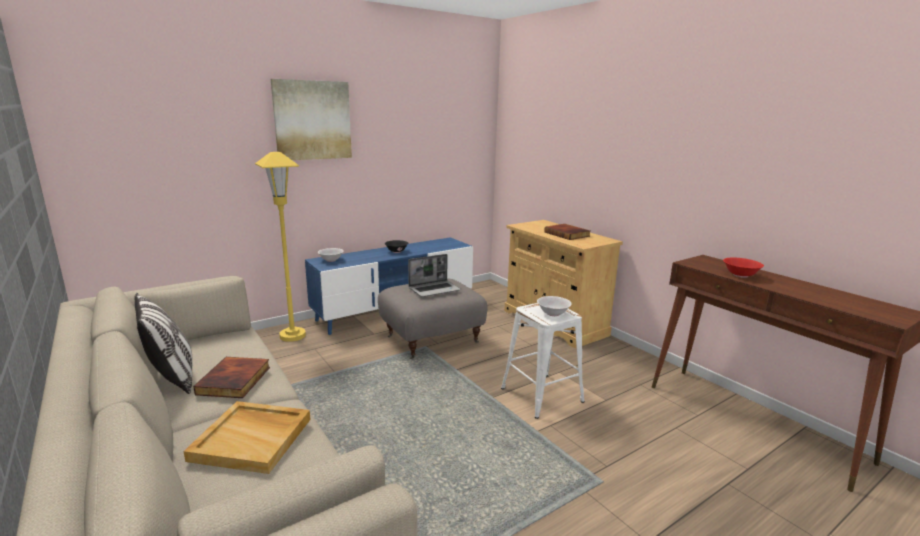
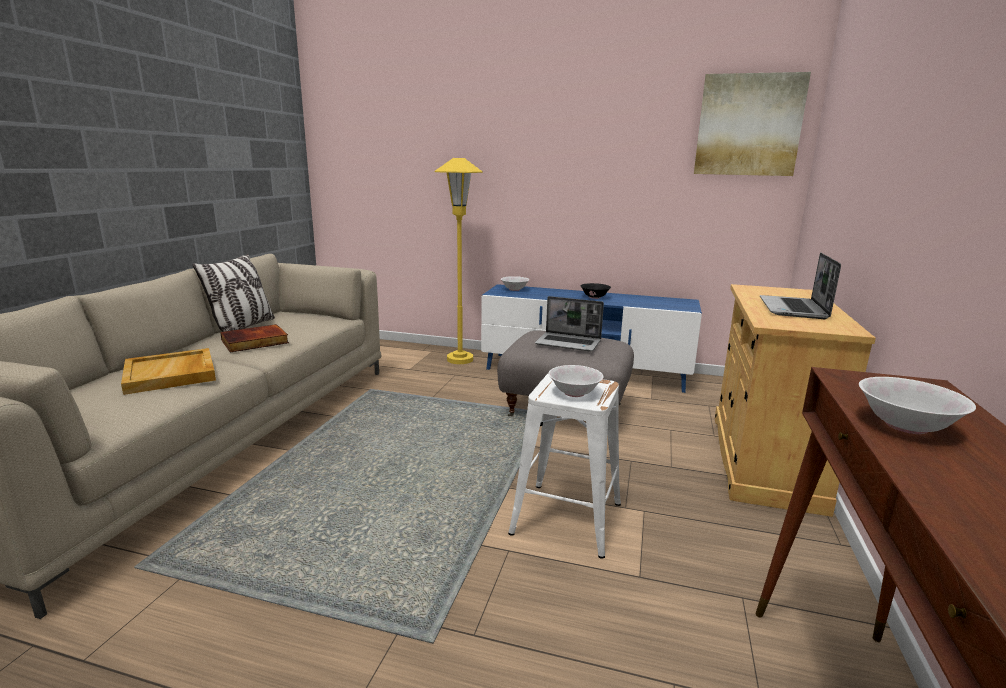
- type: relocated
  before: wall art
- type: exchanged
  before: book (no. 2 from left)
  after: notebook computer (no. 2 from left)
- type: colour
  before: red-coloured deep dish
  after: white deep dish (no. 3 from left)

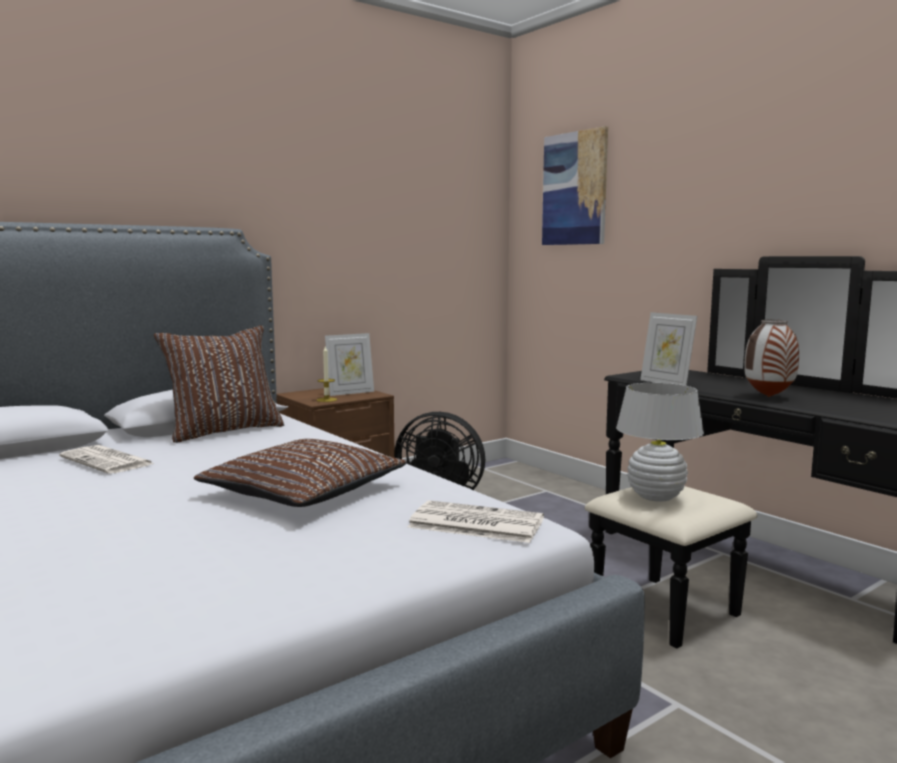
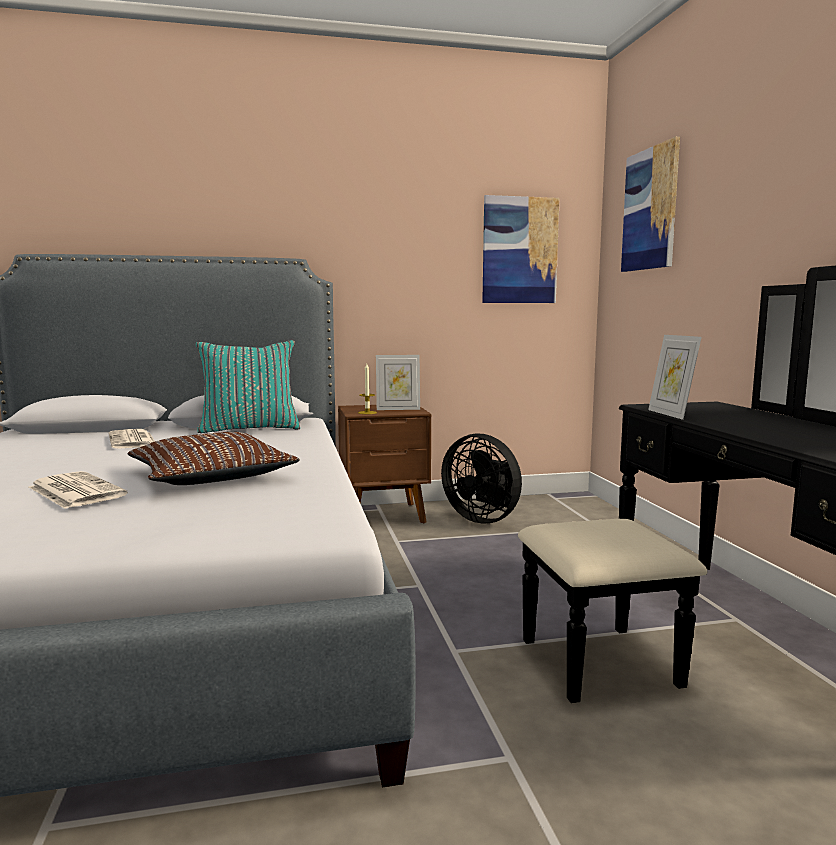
- type: colour
  before: brownish cushion (no. 1 from left)
  after: blue-green cushion
- type: relocated
  before: newspaper (no. 2 from left in the first image)
  after: newspaper (no. 1 from left)
- type: missing
  before: white tabletop lamp
- type: missing
  before: flower vase
- type: appeared
  after: wall art (no. 1 from left)

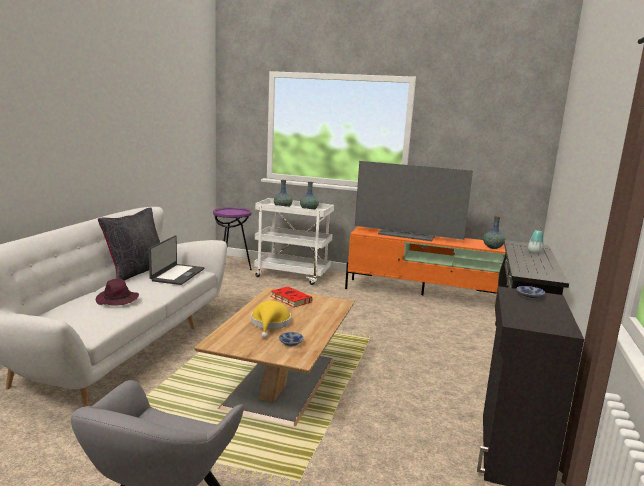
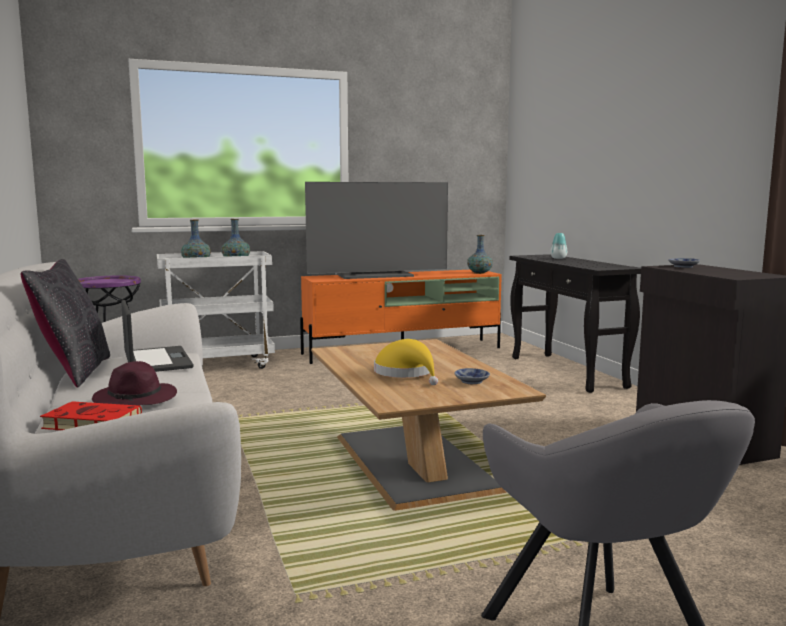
- type: relocated
  before: red-coloured book

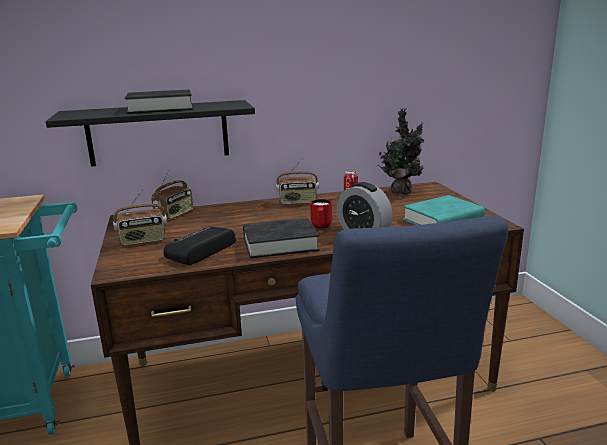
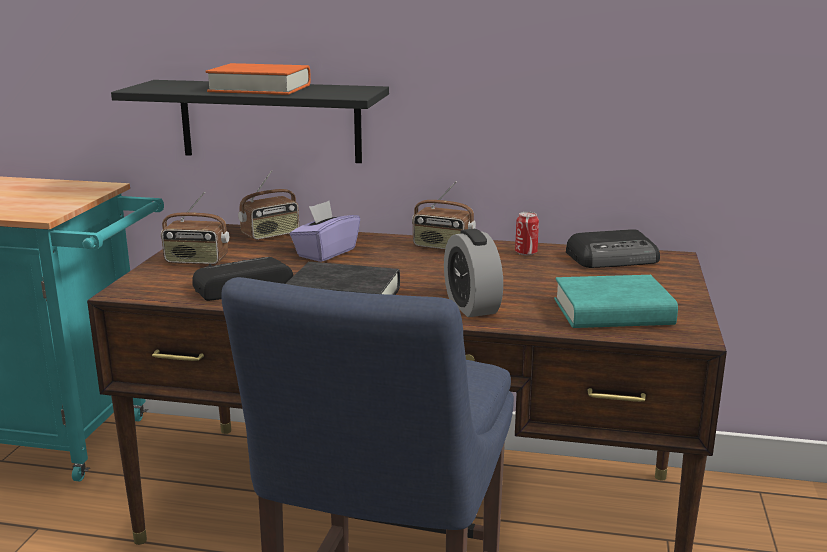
- type: colour
  before: black book (no. 1 from left)
  after: orangey book
- type: missing
  before: red-coloured coffee mug
- type: exchanged
  before: plant in a pot
  after: radio receiver (no. 5 from left)
- type: appeared
  after: purple box of tissues

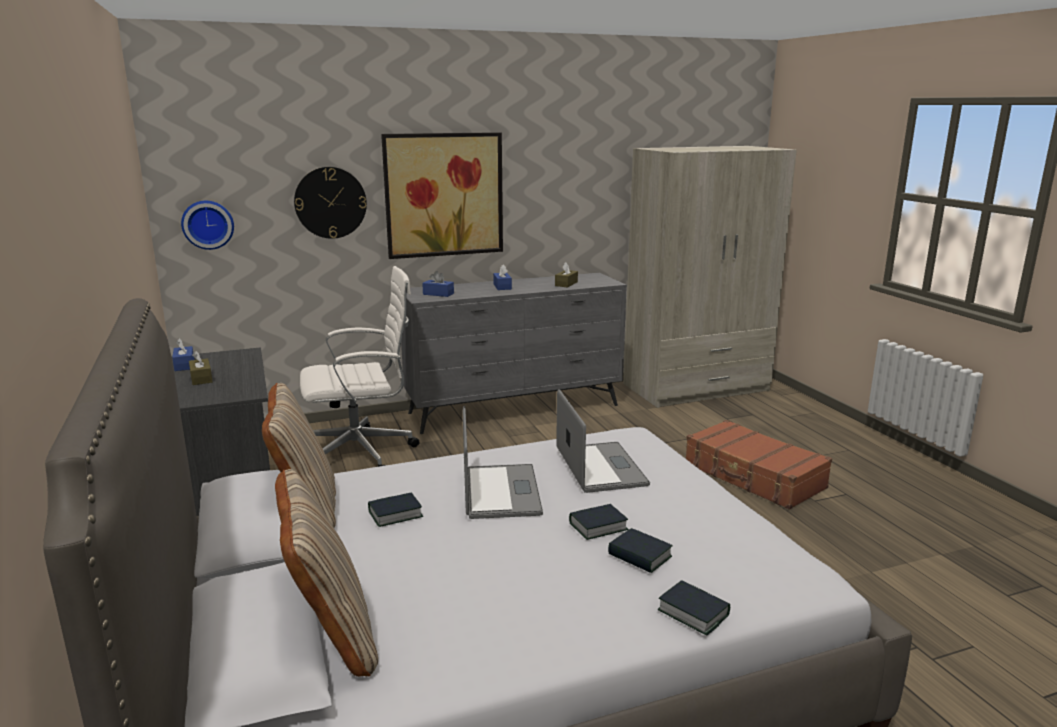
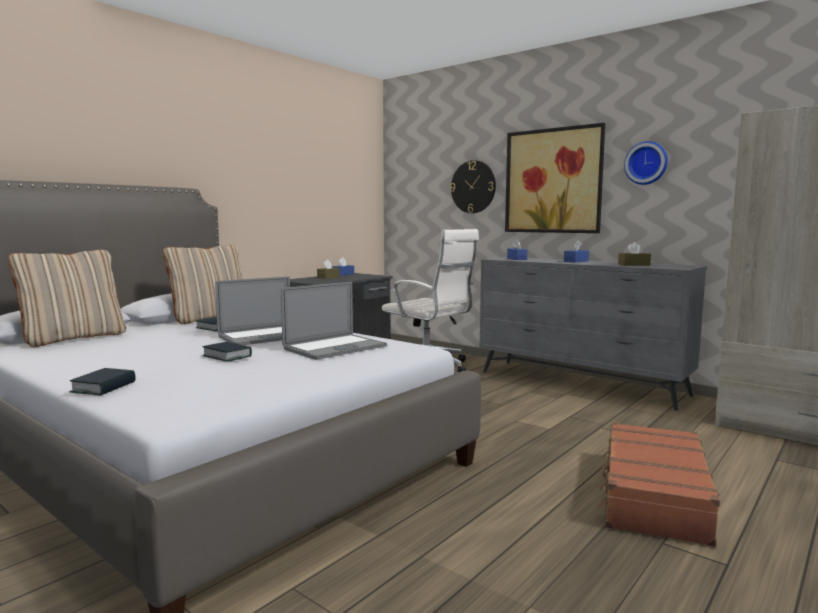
- type: relocated
  before: wall clock (no. 1 from left in the first image)
  after: wall clock (no. 2 from left)
- type: missing
  before: book (no. 3 from left)

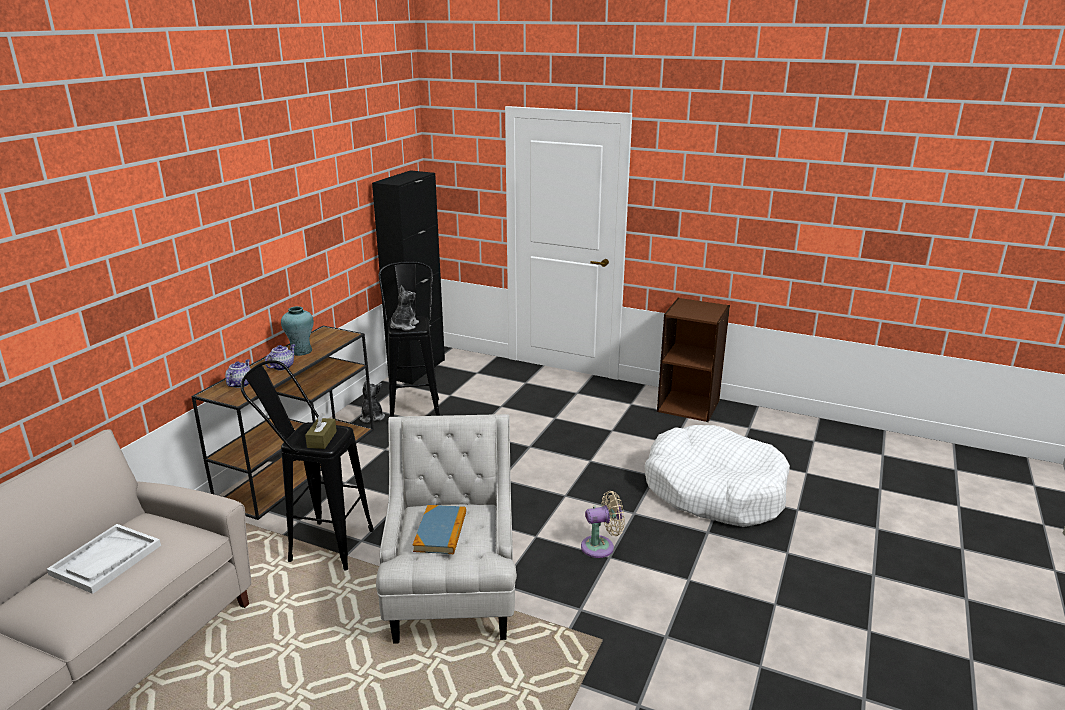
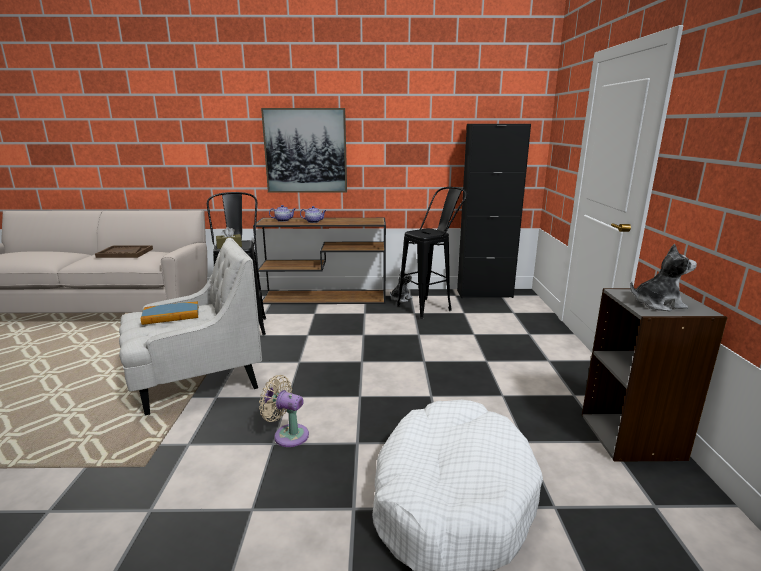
- type: colour
  before: white carrying tray
  after: brownish carrying tray
- type: missing
  before: blue-green flower vase
- type: relocated
  before: cuddly toy (no. 2 from left)
- type: spun
  before: sand-coloured fan
  turn: 150
- type: colour
  before: brownish bookshelf
  after: grey bookshelf
- type: appeared
  after: wall art

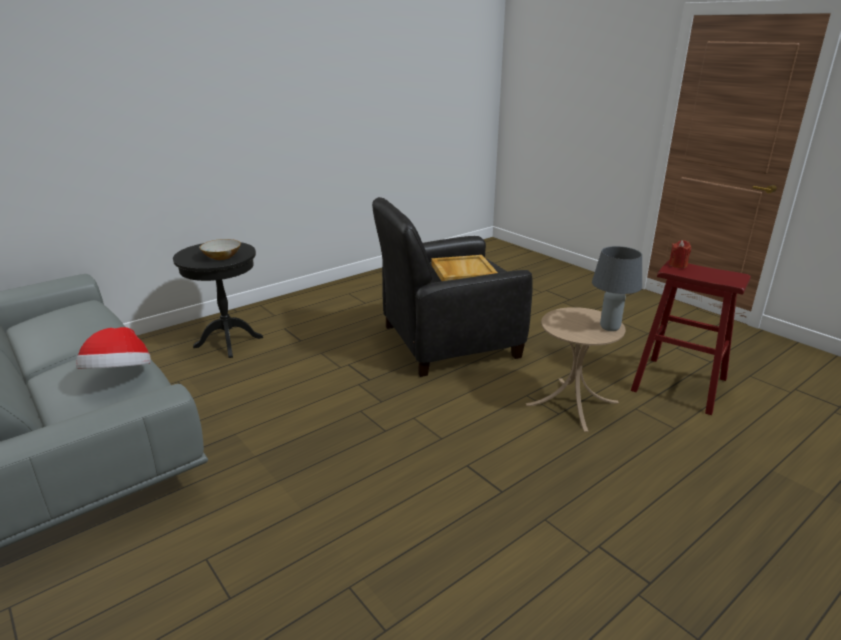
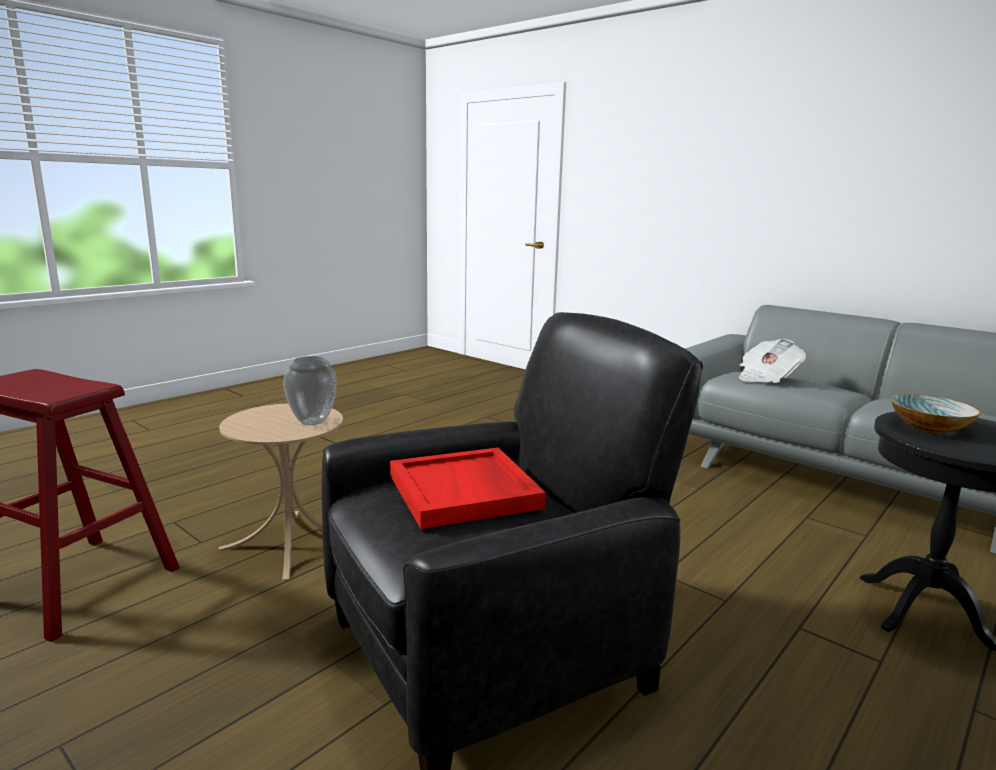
- type: exchanged
  before: clothing hat
  after: newspaper
- type: colour
  before: sand-coloured carrying tray
  after: red-coloured carrying tray
- type: missing
  before: grey tabletop lamp
- type: missing
  before: red-coloured candle
- type: appeared
  after: flower vase

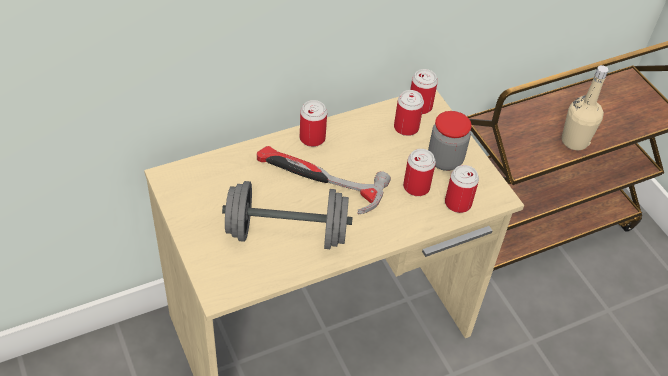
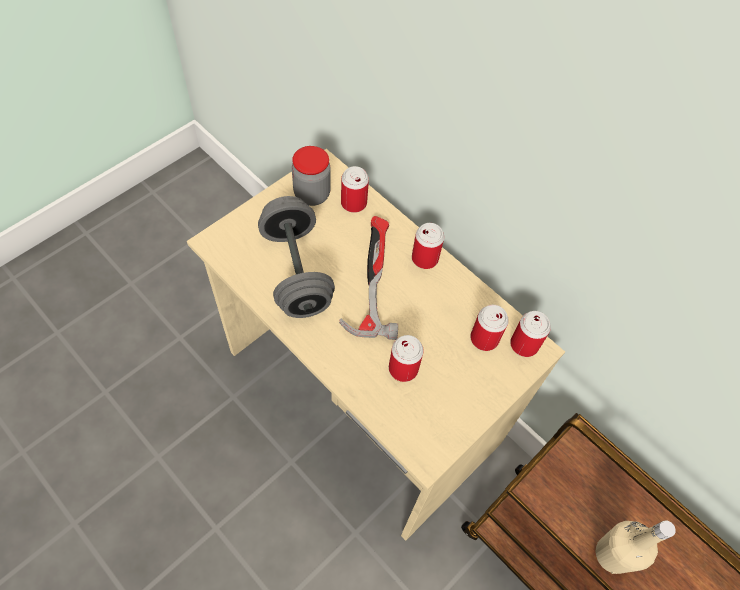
- type: relocated
  before: preserve jar
- type: relocated
  before: can (no. 5 from left in the first image)
  after: can (no. 1 from left)

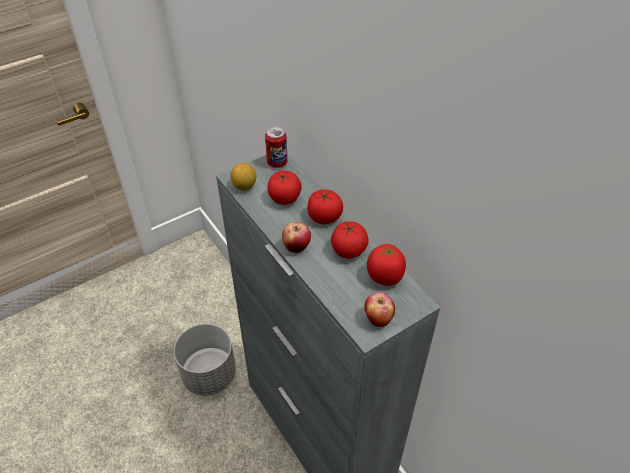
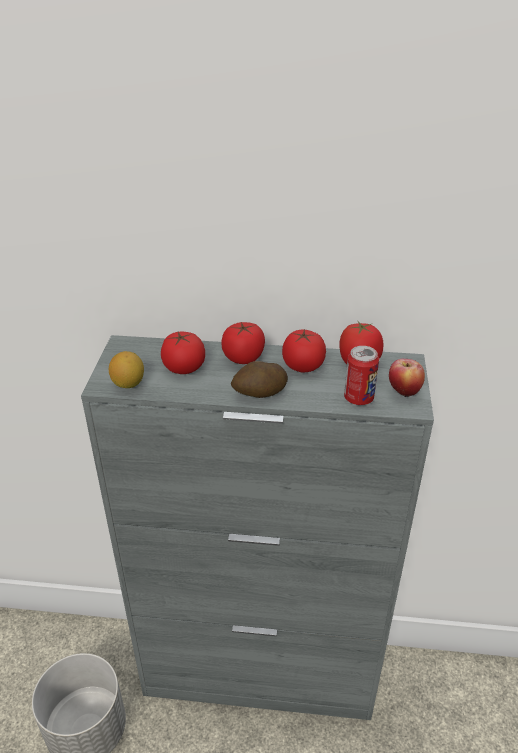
- type: relocated
  before: can
- type: exchanged
  before: apple (no. 1 from left)
  after: potato

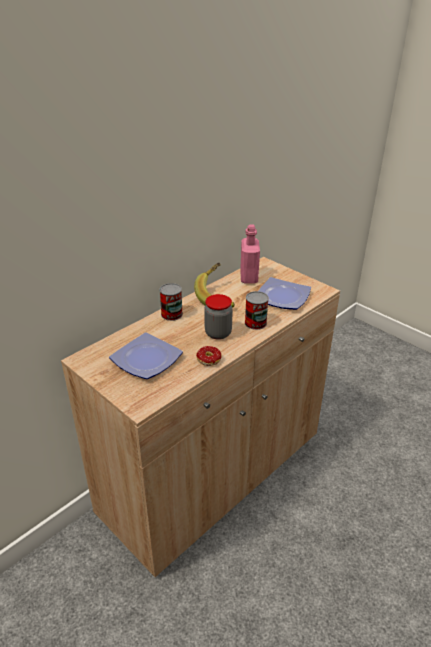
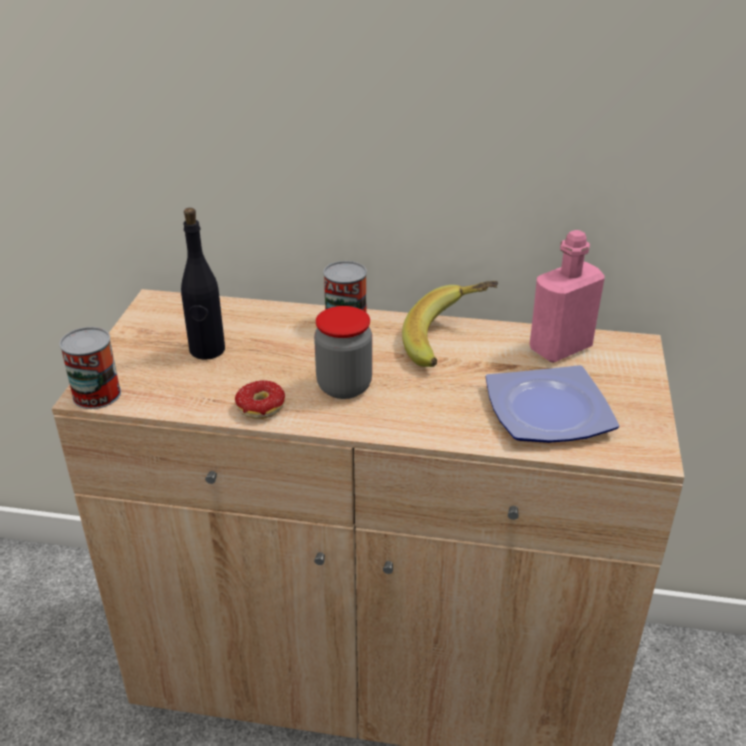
- type: exchanged
  before: plate (no. 1 from left)
  after: black beverage bottle
- type: relocated
  before: can (no. 2 from left in the first image)
  after: can (no. 1 from left)

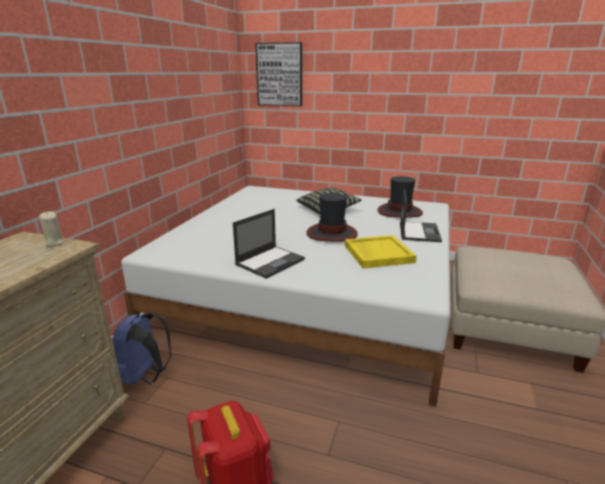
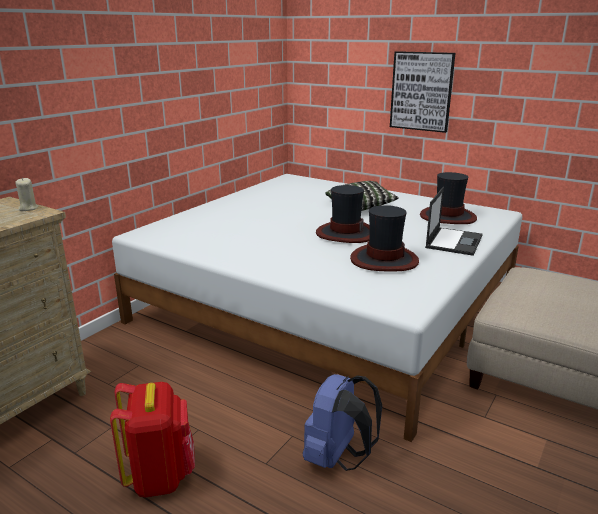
- type: relocated
  before: blue backpack
- type: missing
  before: notebook computer (no. 1 from left)
- type: relocated
  before: wall art
- type: exchanged
  before: yellow-coloured carrying tray
  after: clothing hat (no. 2 from left)

